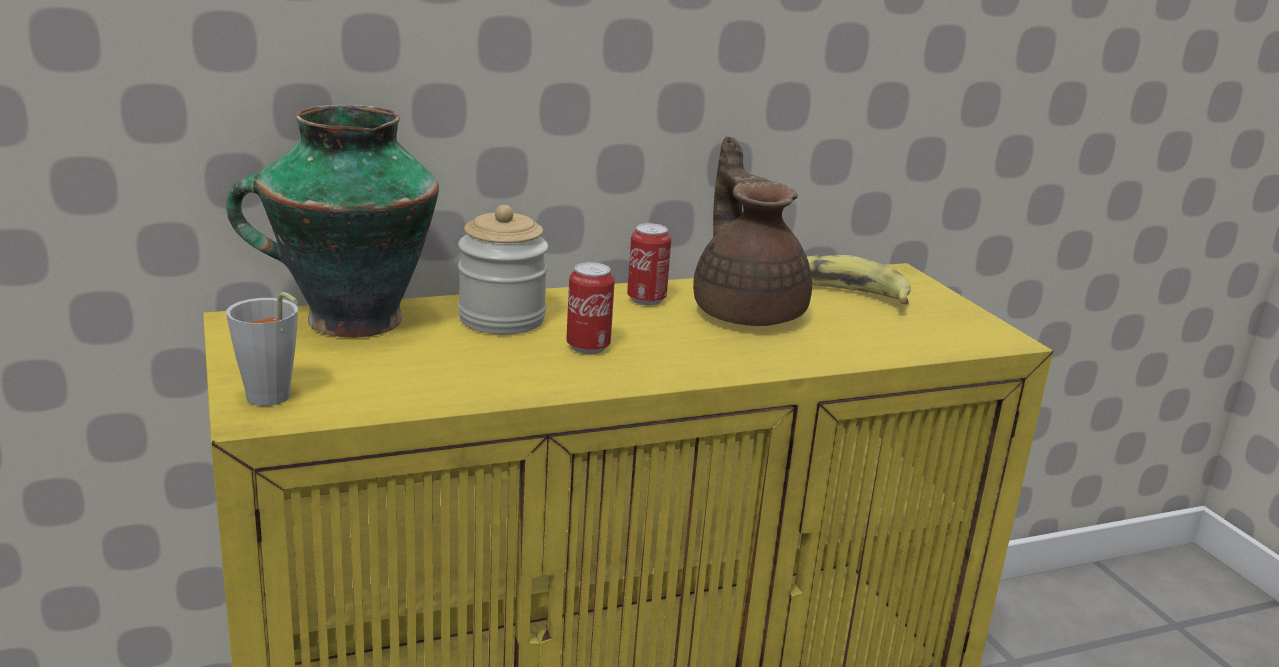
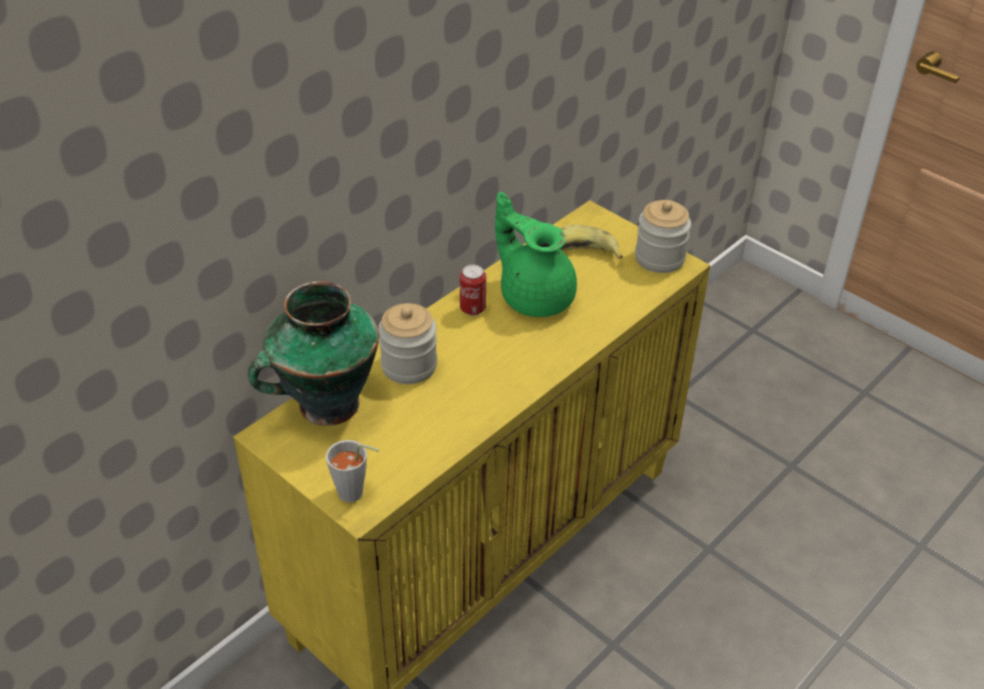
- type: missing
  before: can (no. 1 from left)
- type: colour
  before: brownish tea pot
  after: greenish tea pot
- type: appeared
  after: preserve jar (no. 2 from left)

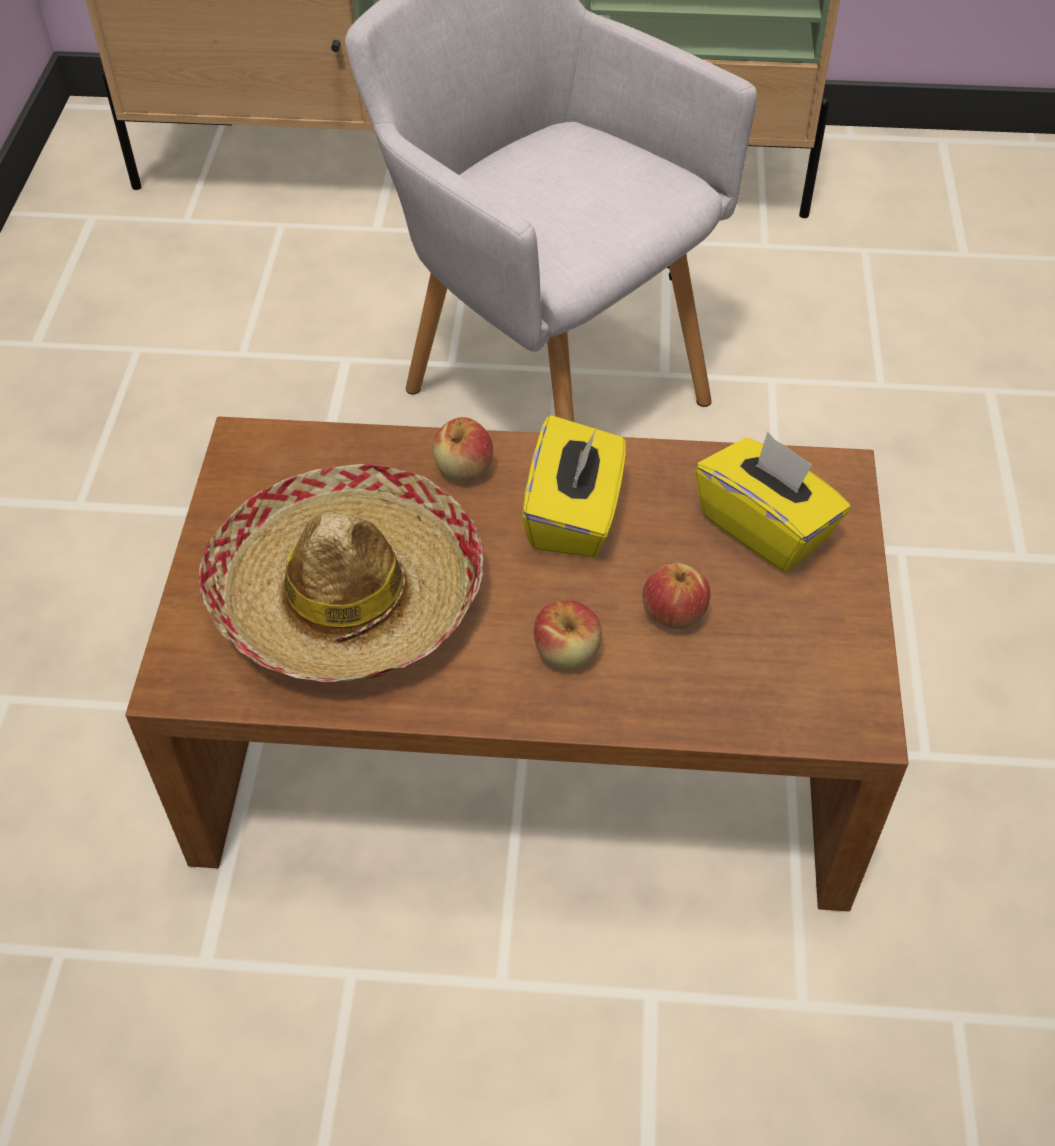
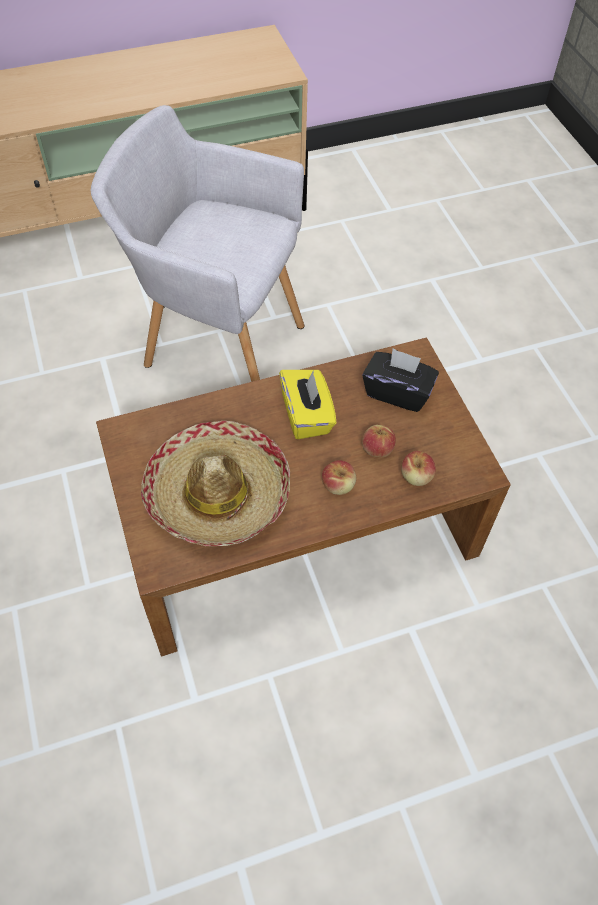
- type: relocated
  before: apple (no. 1 from left in the first image)
  after: apple (no. 3 from left)
- type: colour
  before: yellow-coloured box of tissues (no. 2 from left)
  after: black box of tissues

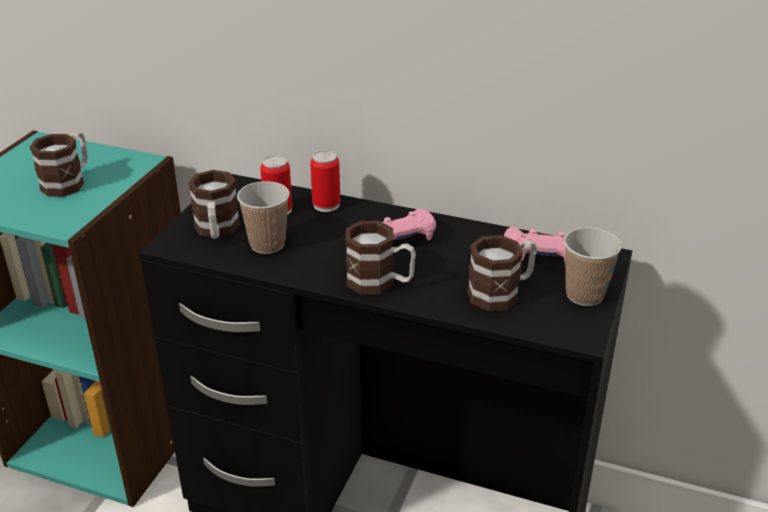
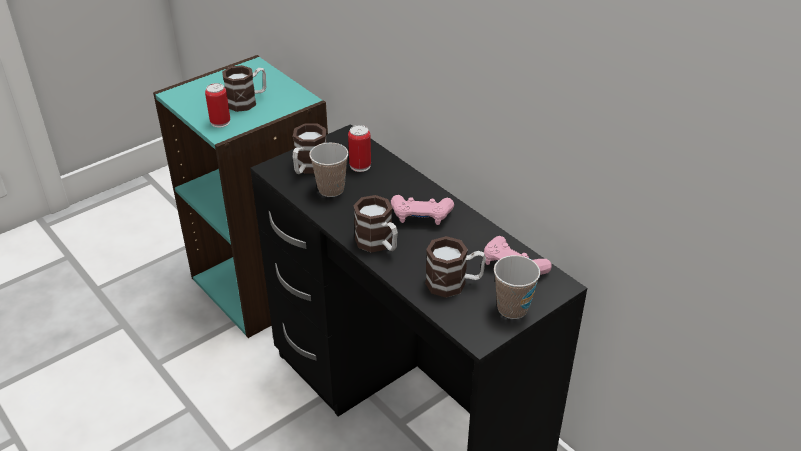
- type: relocated
  before: can (no. 2 from left in the first image)
  after: can (no. 1 from left)

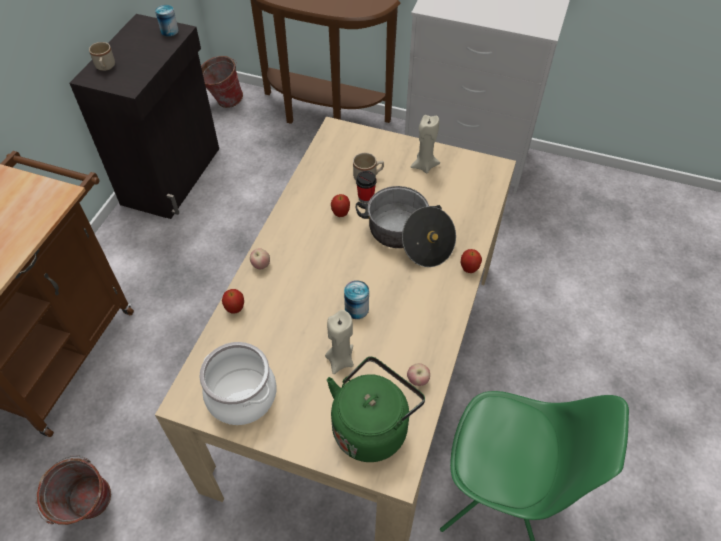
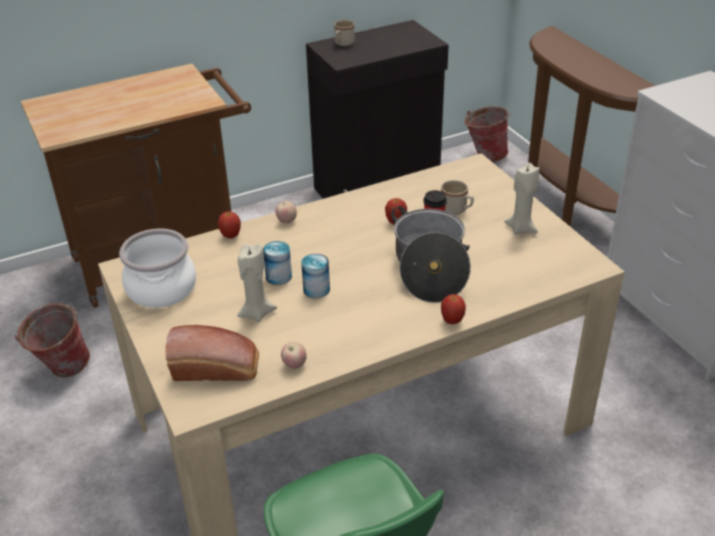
- type: relocated
  before: can (no. 1 from left)
- type: exchanged
  before: greenish kettle
  after: baked bread

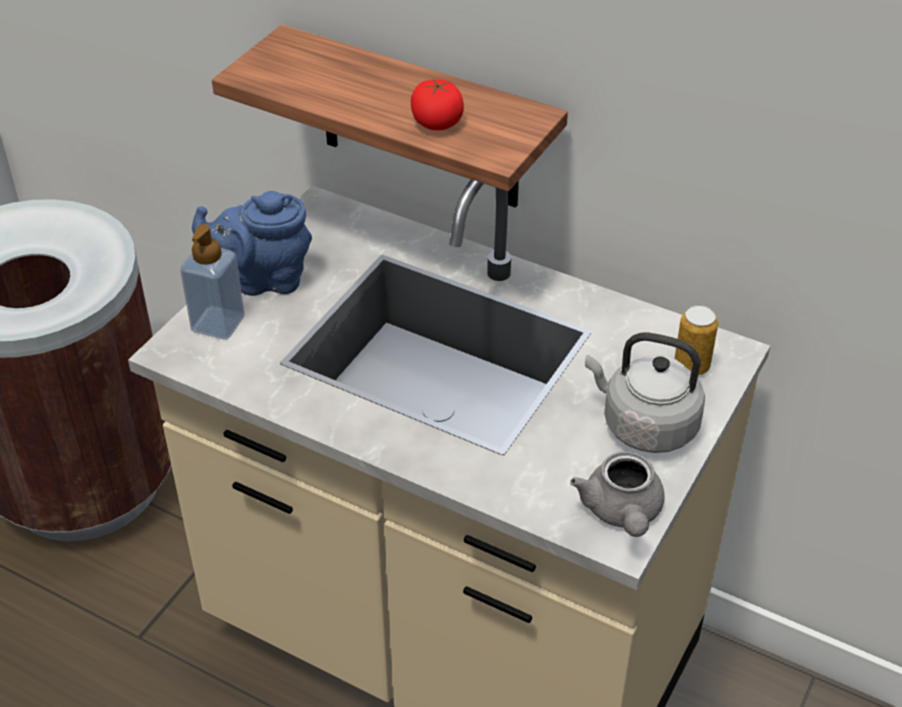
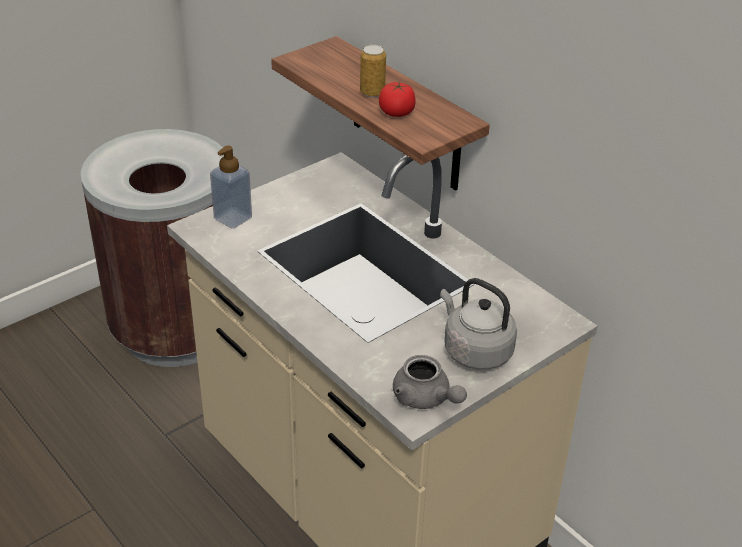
- type: missing
  before: blue tea pot
- type: spun
  before: grey tea pot
  turn: -60
- type: relocated
  before: can

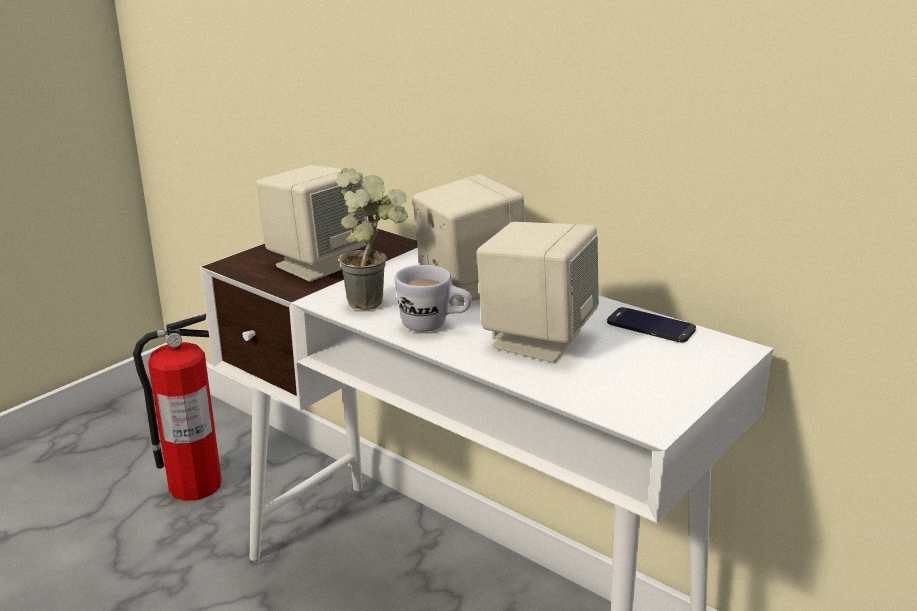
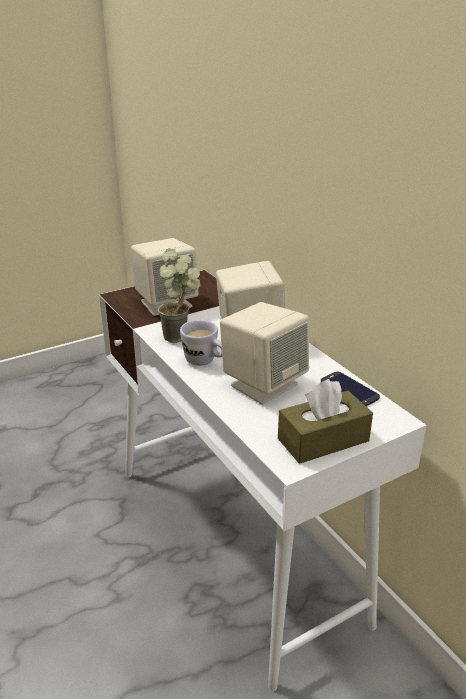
- type: missing
  before: extinguisher
- type: appeared
  after: brownish box of tissues

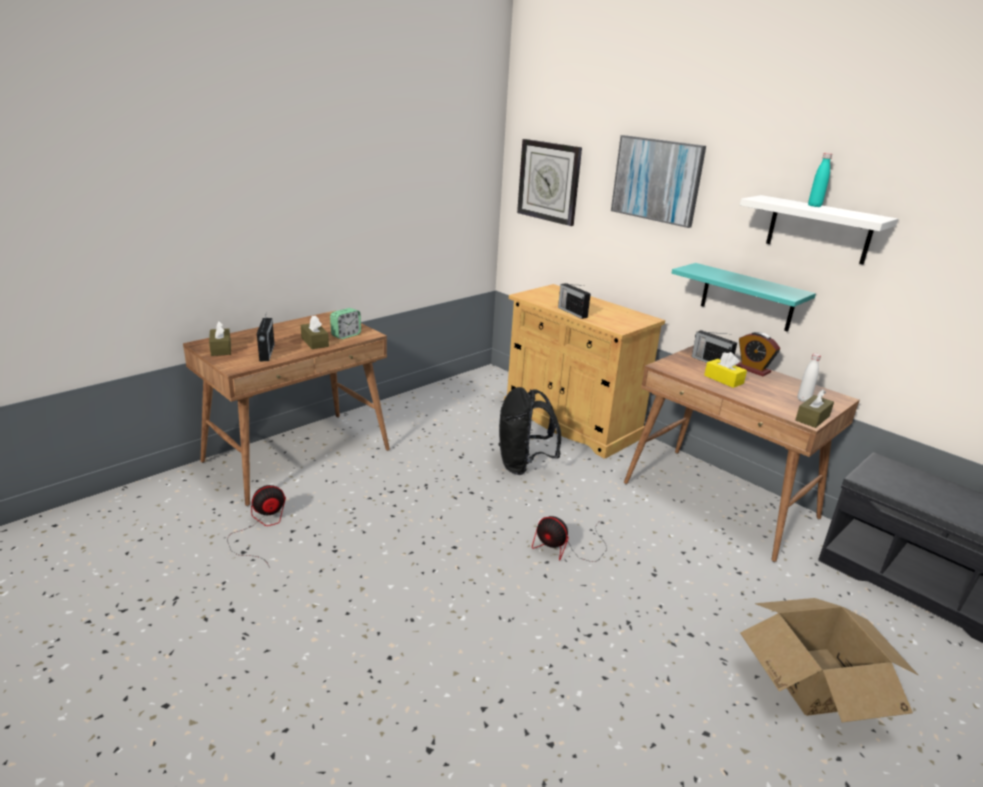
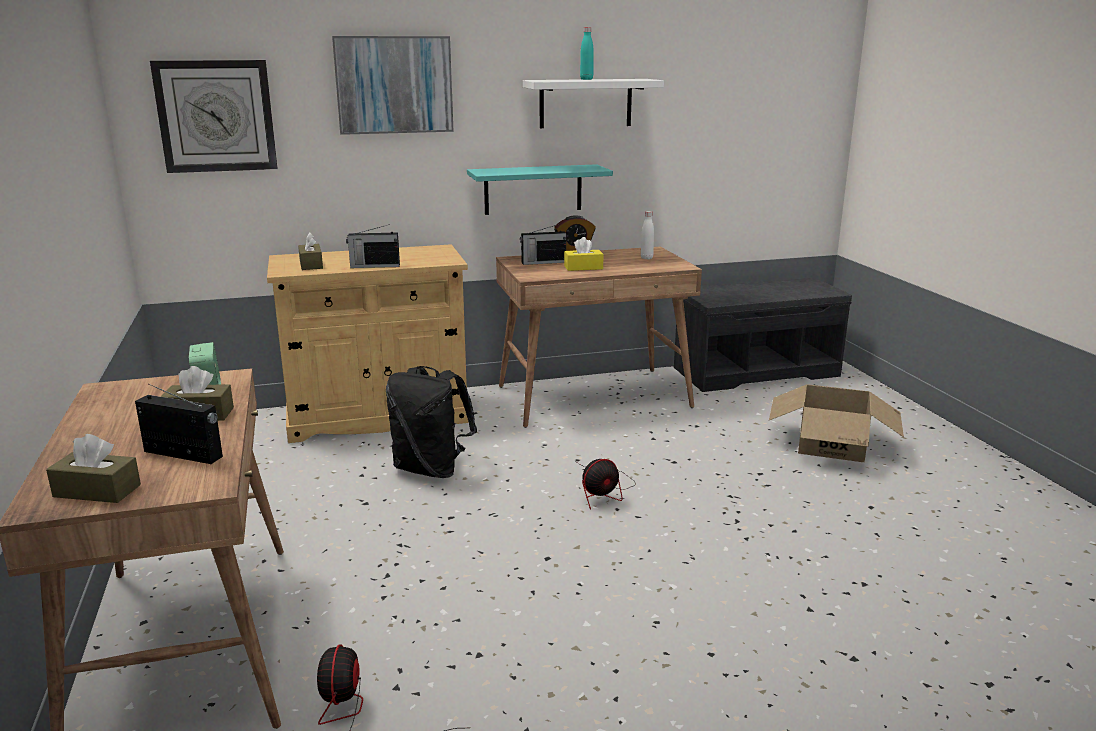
- type: relocated
  before: brownish box of tissues (no. 3 from left)

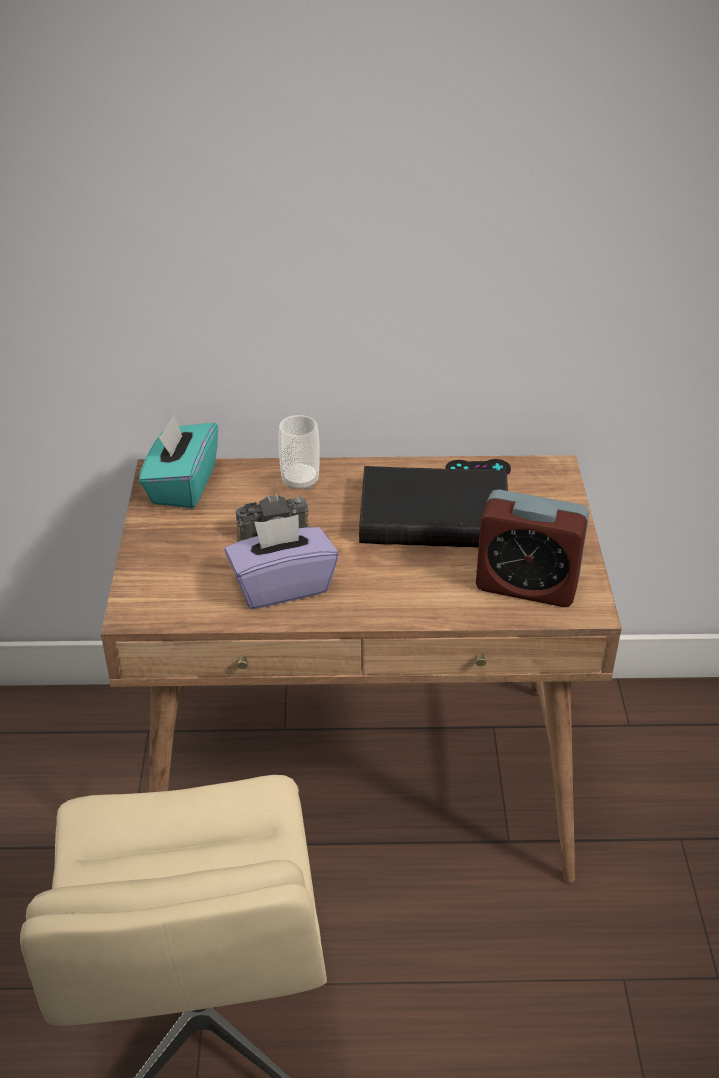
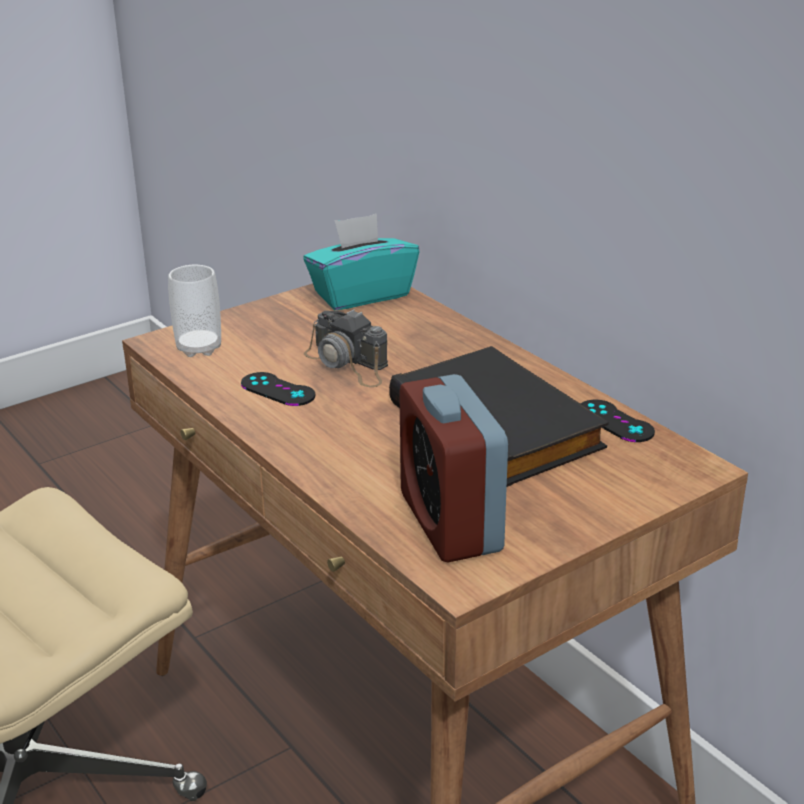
- type: exchanged
  before: purple box of tissues
  after: black joypad (no. 1 from left)
- type: relocated
  before: drinking cup

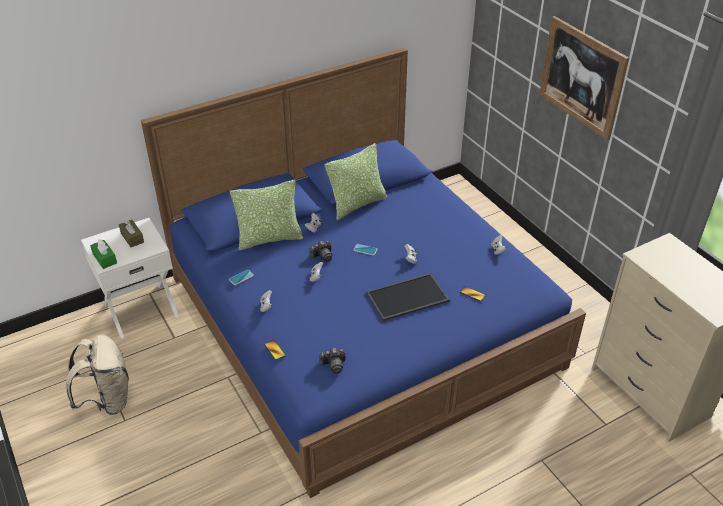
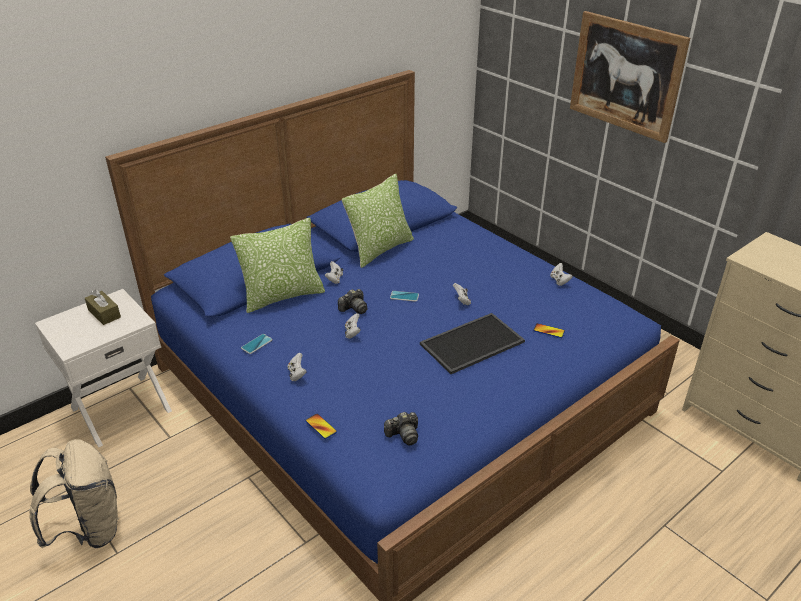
- type: missing
  before: greenish box of tissues

